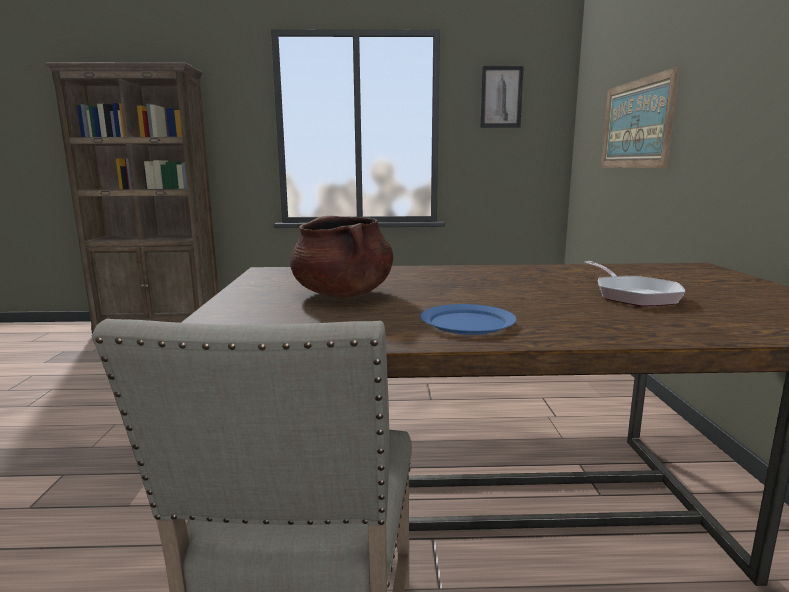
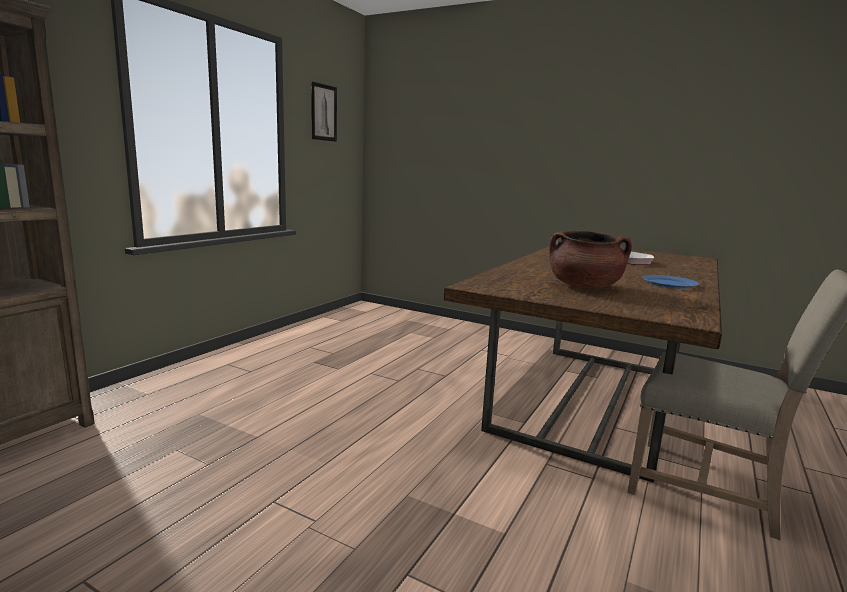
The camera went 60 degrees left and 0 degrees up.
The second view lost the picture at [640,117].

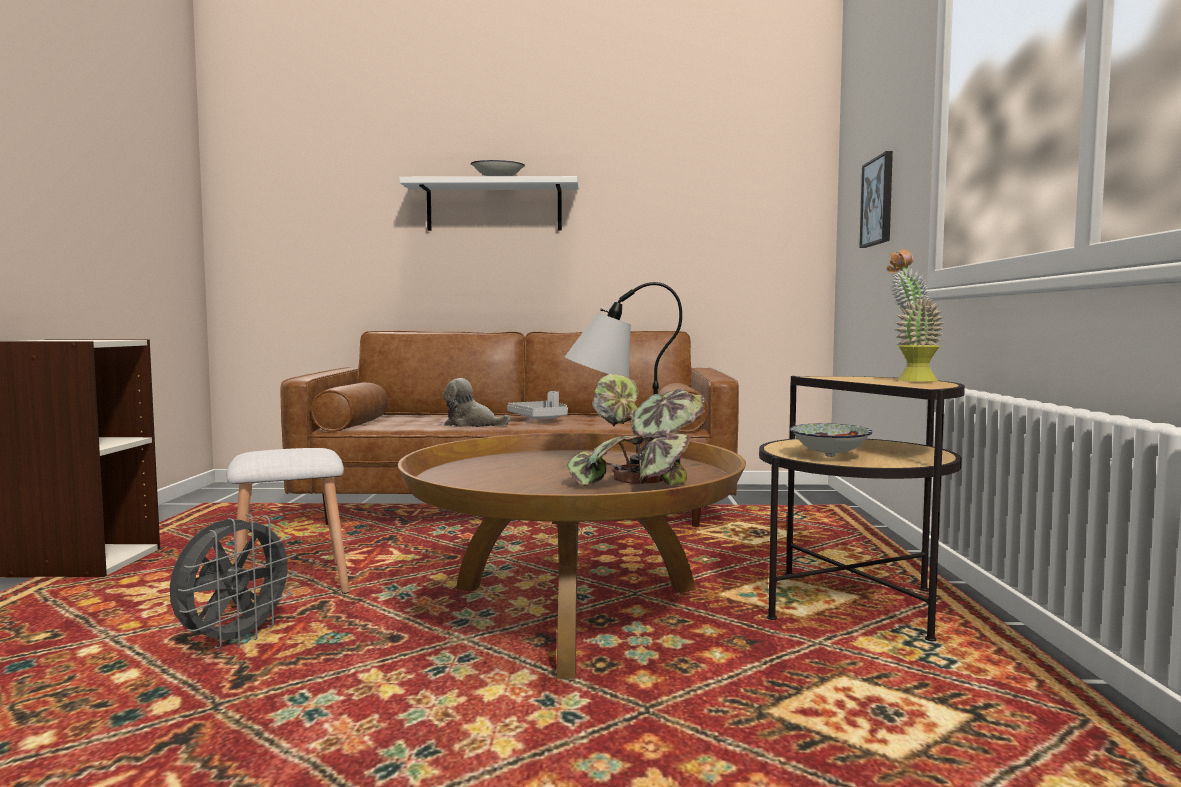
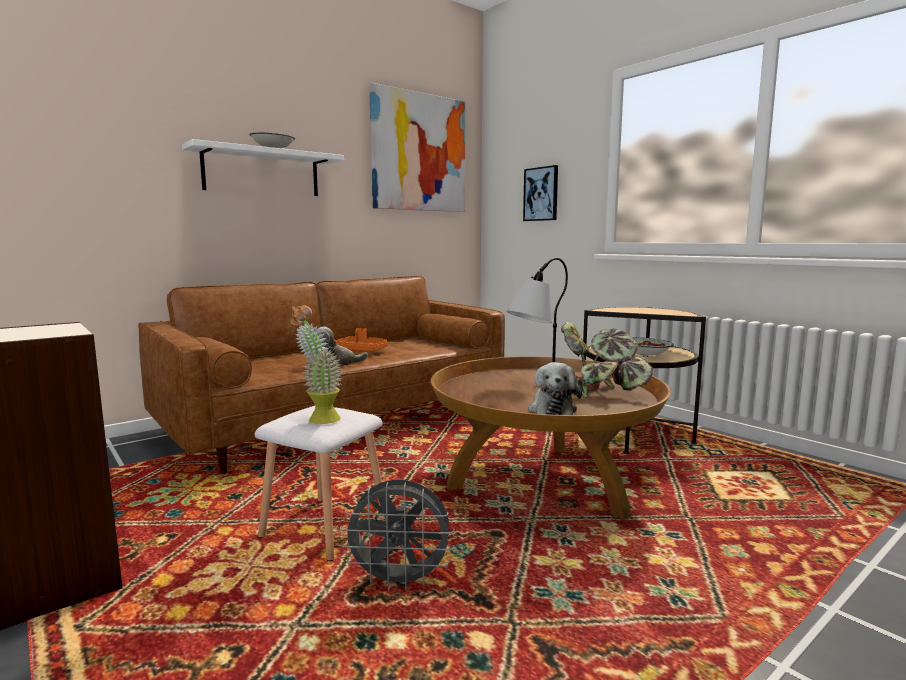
The camera went 40 degrees left and 5 degrees up.
The second view gained the picture at [417,147].
The second view gained the cuddly toy at [555,388].
The houseplant ended up elsewhere, having gone from [916,316] to [316,364].
What was the carrying tray (grey) at [537,405] turned into the carrying tray (orange) at [361,340].
The electric fan (grey) at [233,581] ended up facing another way, 105 degrees clockwise from before.

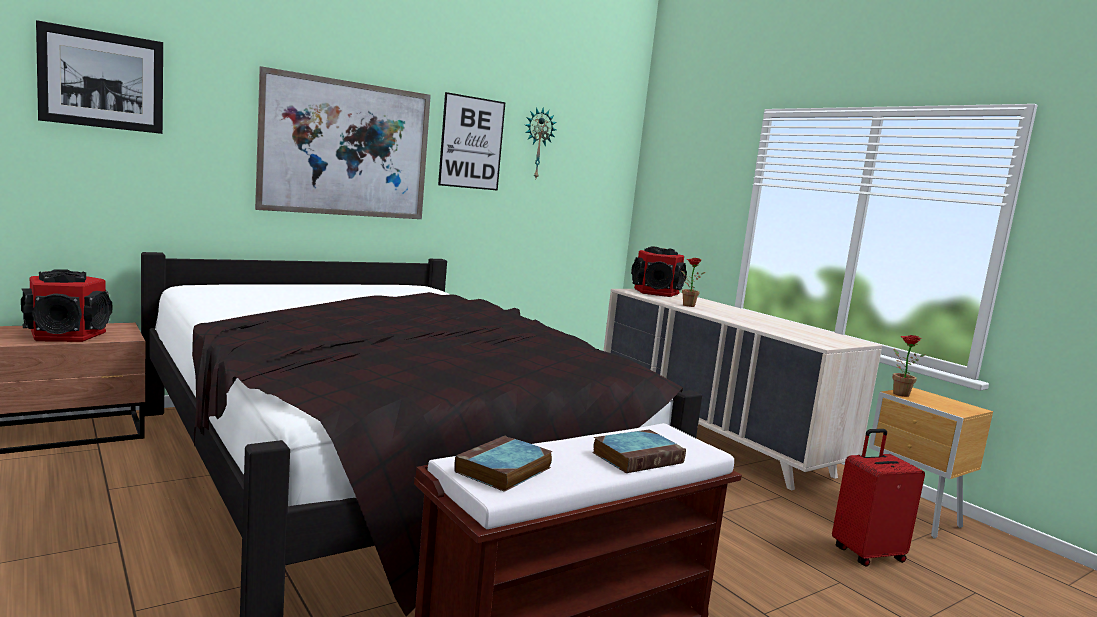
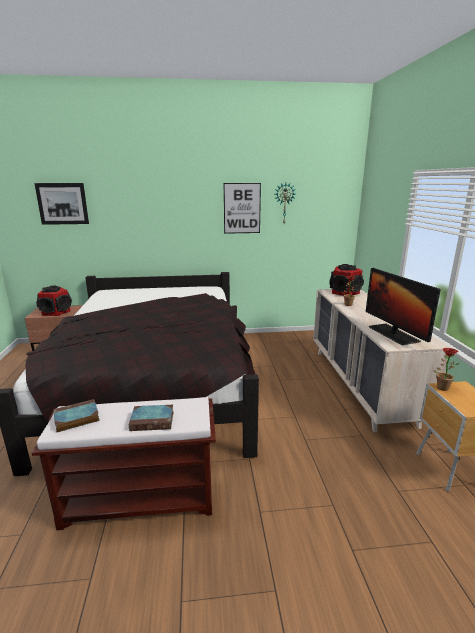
The camera went 30 degrees right and 10 degrees up.
The second view lost the picture at [343,142].
The second view lost the travel case (red) at [878,498].
The second view gained the computer screen at [403,306].

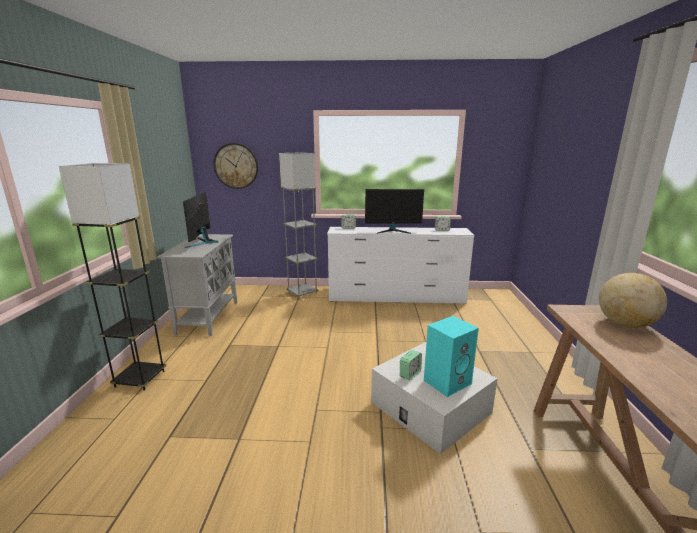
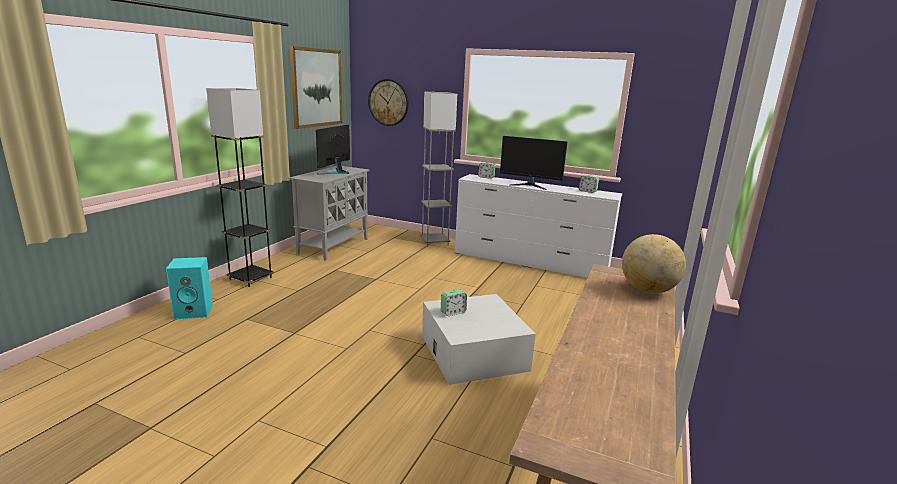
The camera went 20 degrees right and 0 degrees up.
The second view gained the picture at [316,87].
The loudspeaker (blue-green) ended up elsewhere, having gone from [451,356] to [189,288].

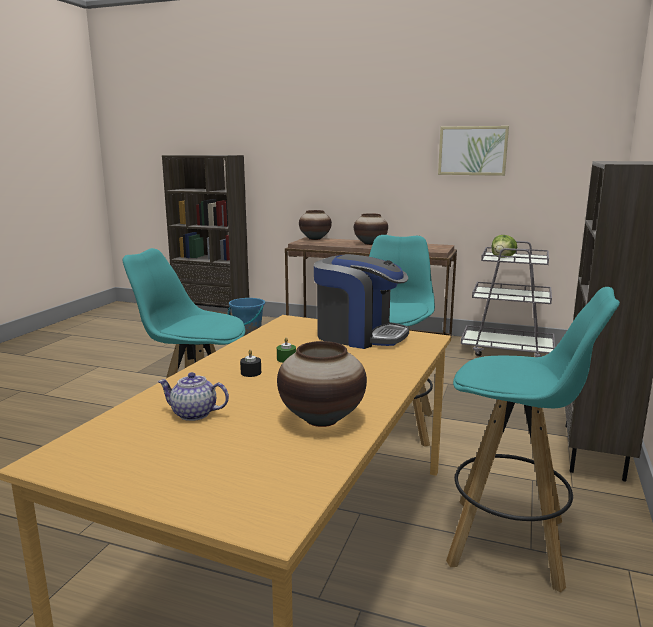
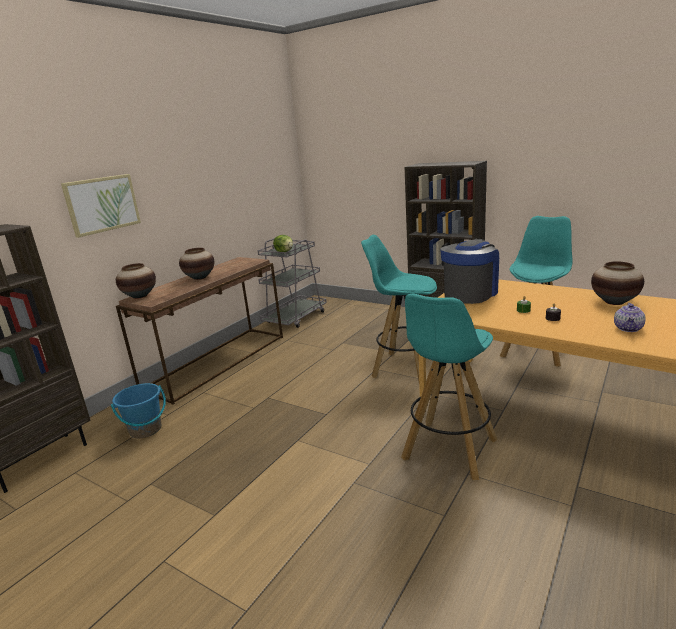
The camera went 75 degrees left and 5 degrees up.
The picture ended up elsewhere, having gone from [473,151] to [101,206].

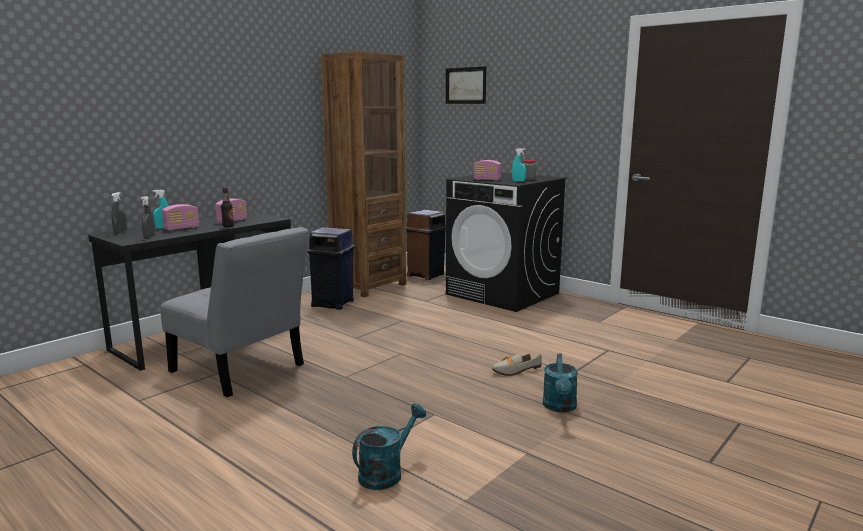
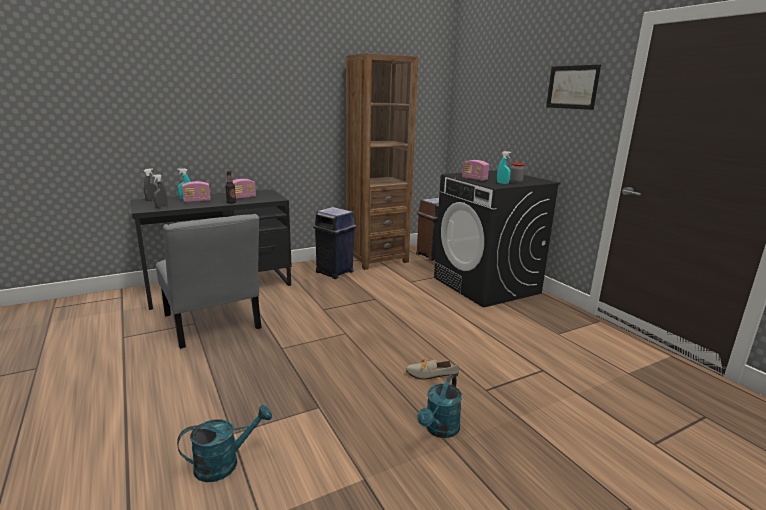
The camera went 20 degrees right and 5 degrees up.
The picture ended up elsewhere, having gone from [466,85] to [573,87].

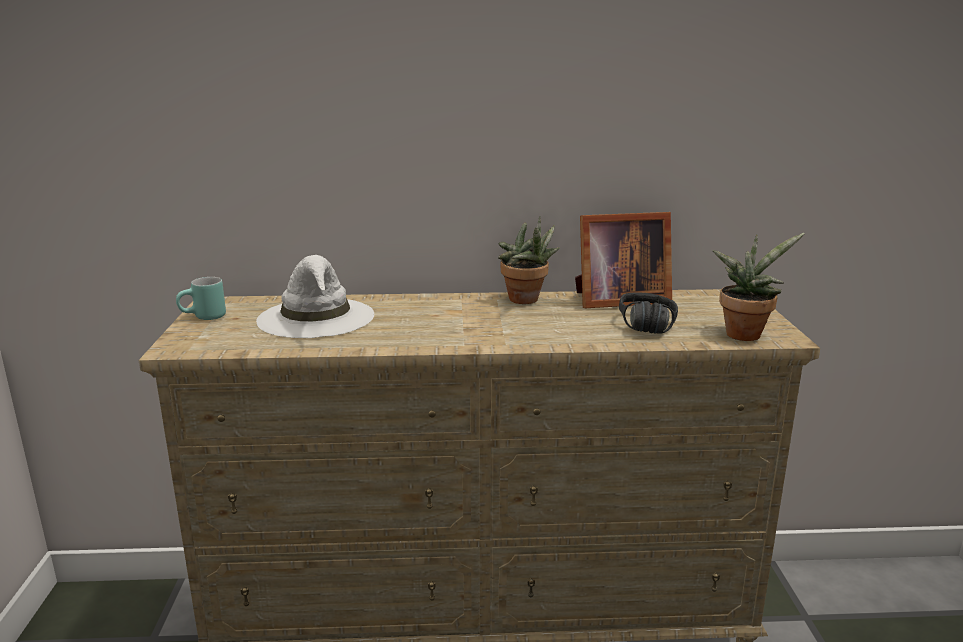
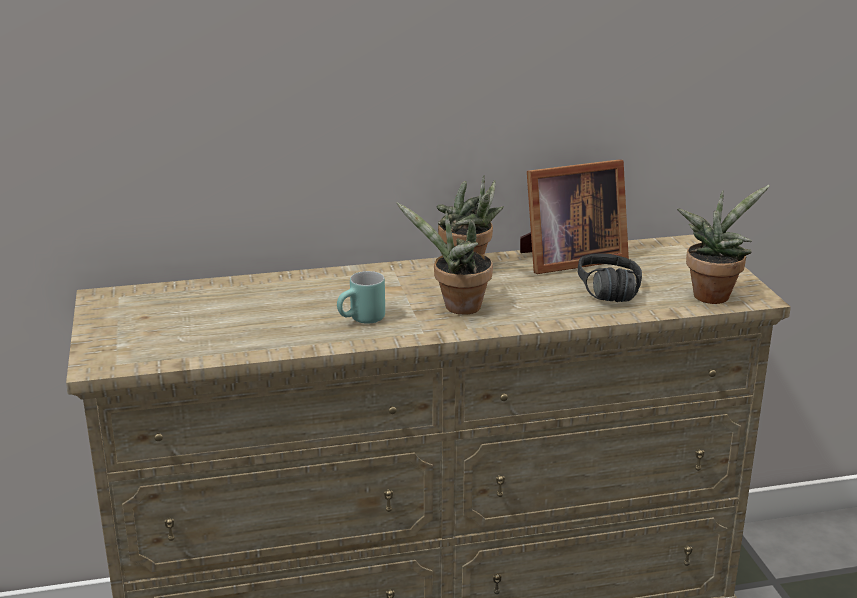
The camera went 10 degrees left and 5 degrees up.
The second view lost the clothing hat (whitish) at [315,296].
The second view gained the houseplant at [444,258].
The mug (blue-green) ended up elsewhere, having gone from [201,298] to [361,297].

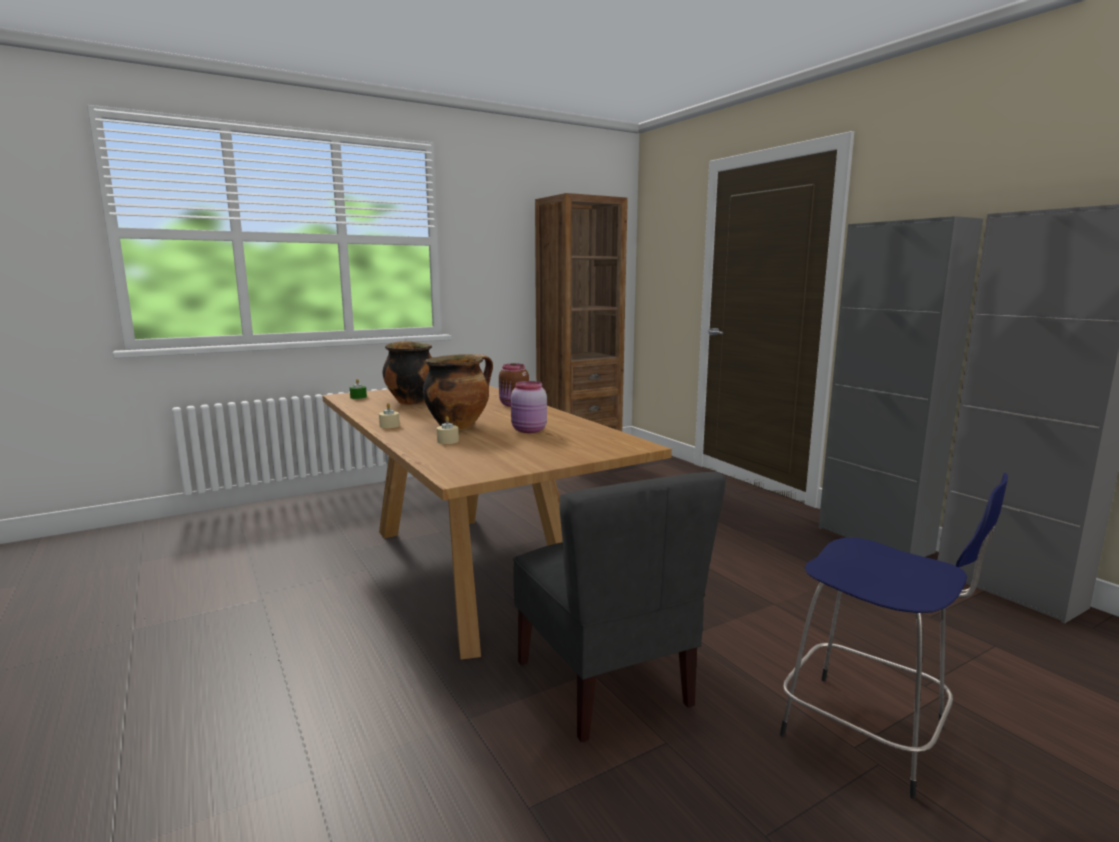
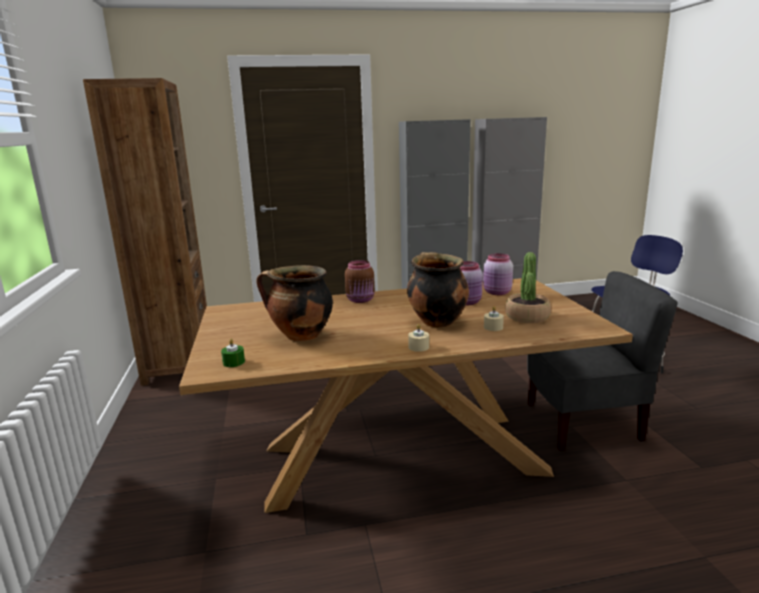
The camera went 70 degrees left and 5 degrees up.
The second view gained the preserve jar (pink) at [498,274].
The second view gained the houseplant at [528,287].

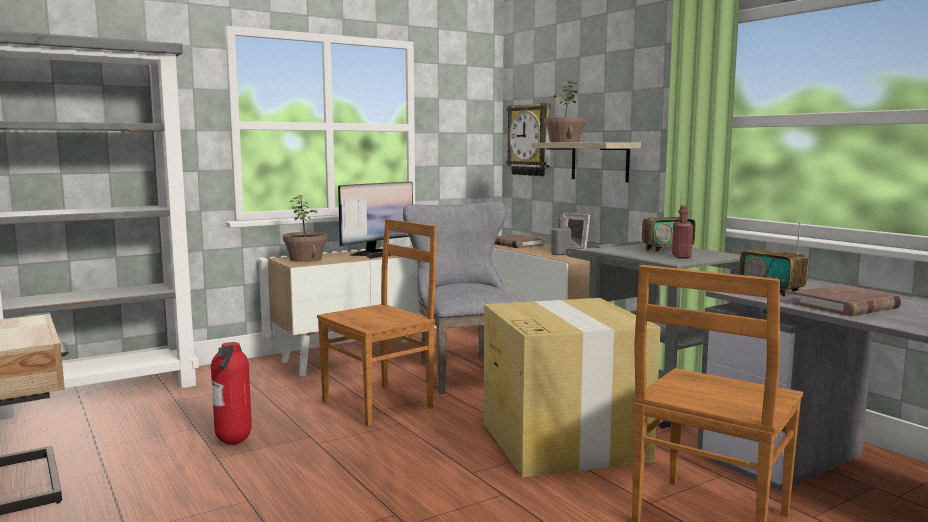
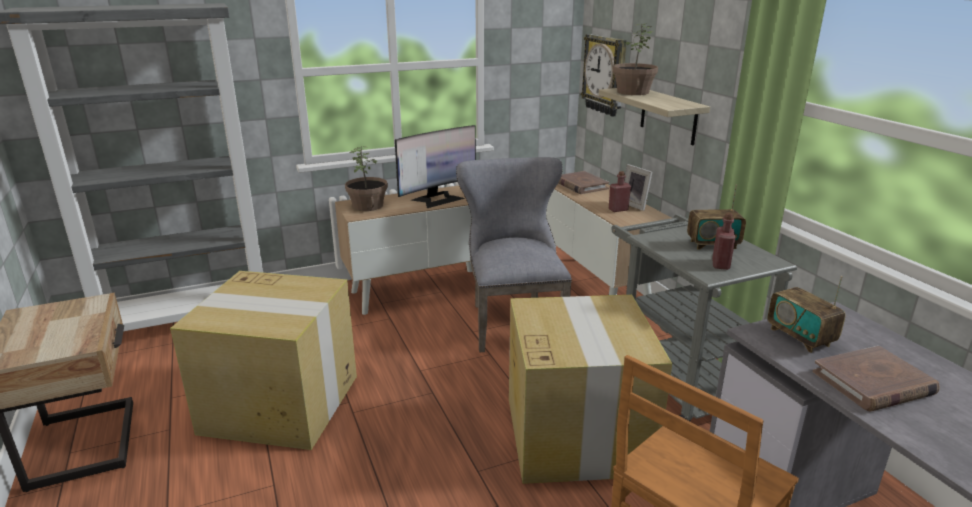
The camera went 10 degrees right and 15 degrees up.
The second view lost the upright chair (brown) at [377,323].
Where the extinguisher stood at [231,393], the cardboard box came to stand at [263,360].
What was the bottle (grey) at [561,235] turned into the bottle (red) at [620,191].

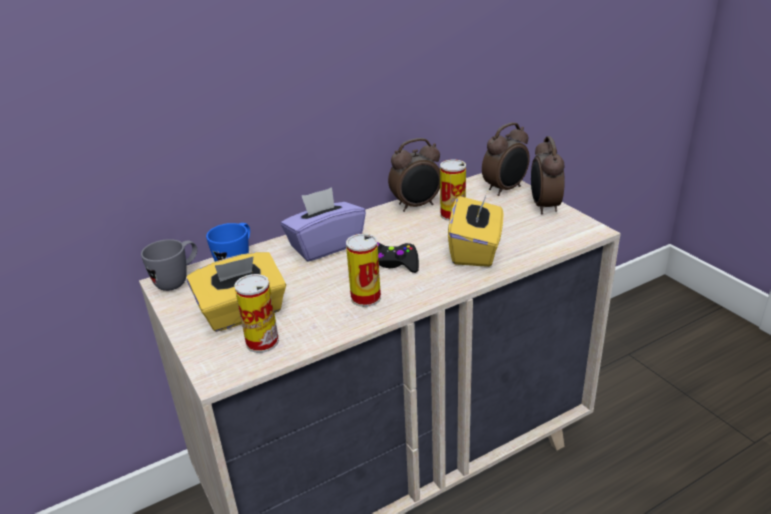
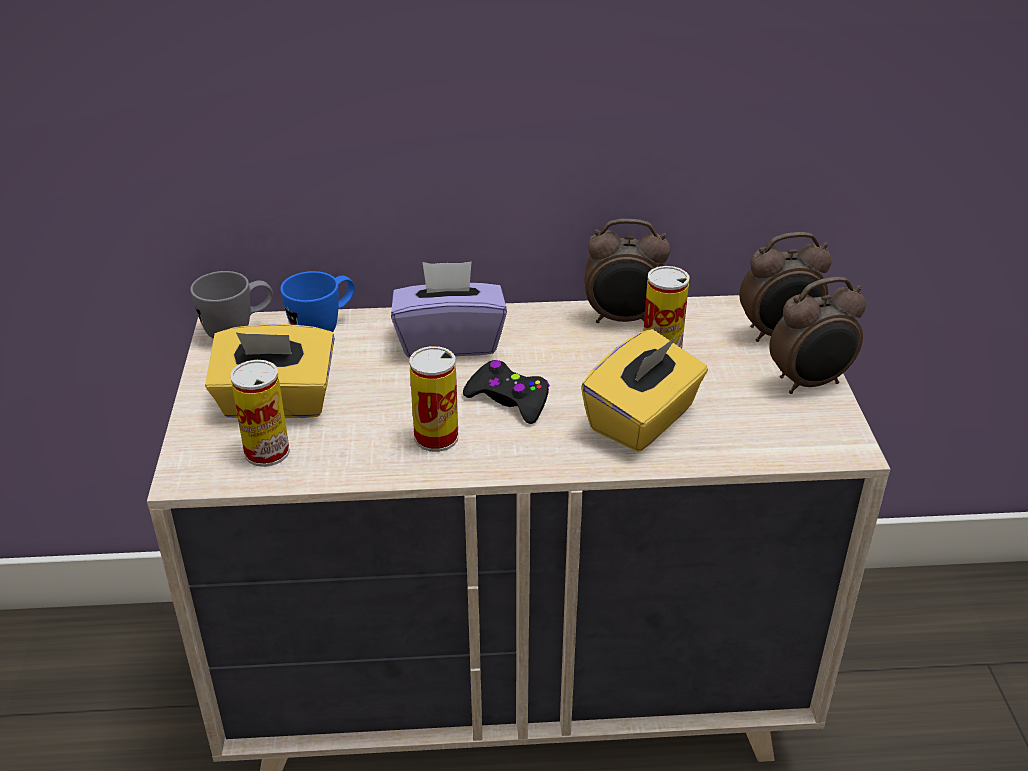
The camera went 25 degrees right and 5 degrees up.
The bedside clock at [548,175] ended up facing another way, 135 degrees counterclockwise from before.

